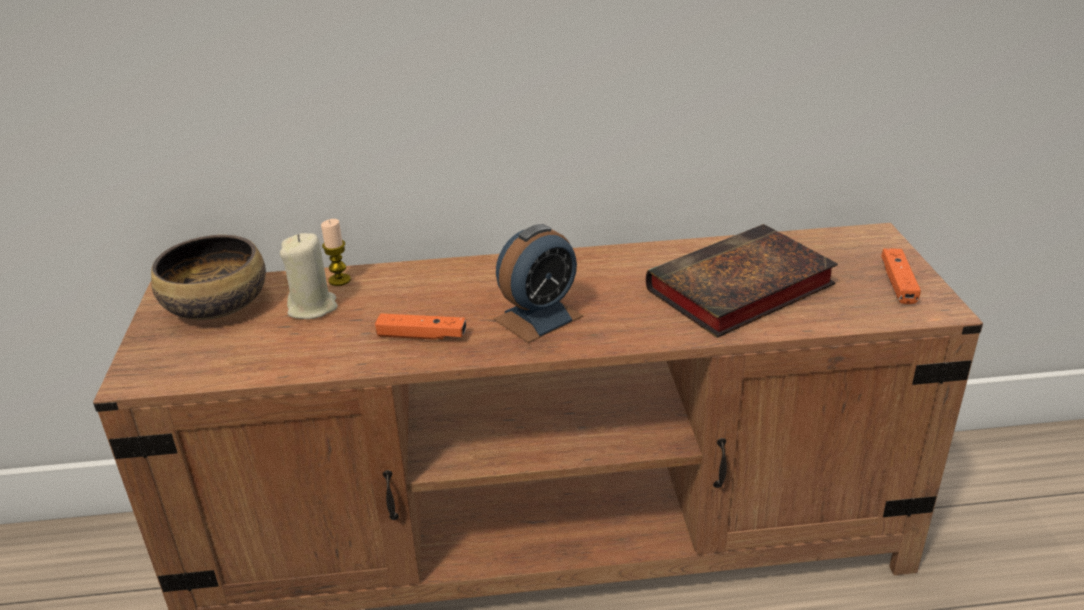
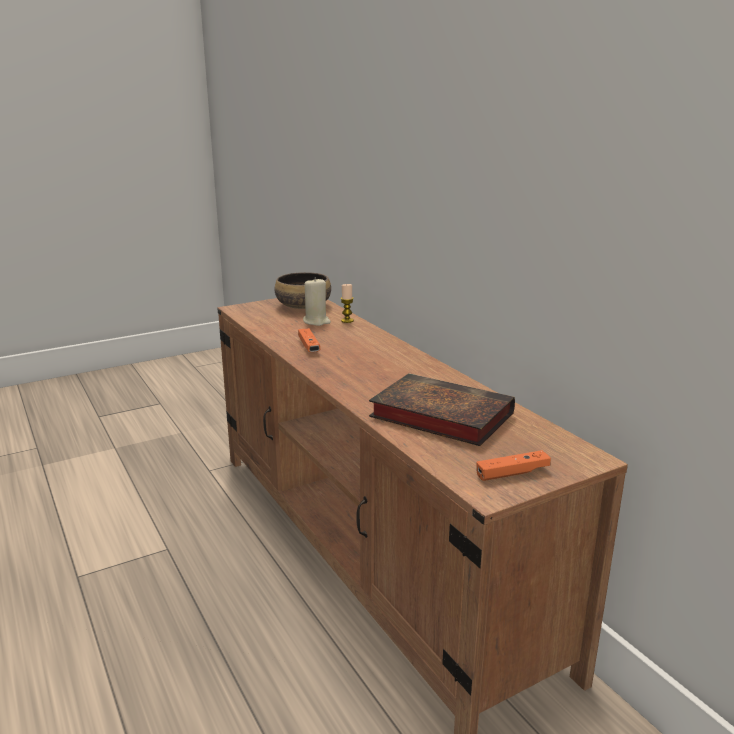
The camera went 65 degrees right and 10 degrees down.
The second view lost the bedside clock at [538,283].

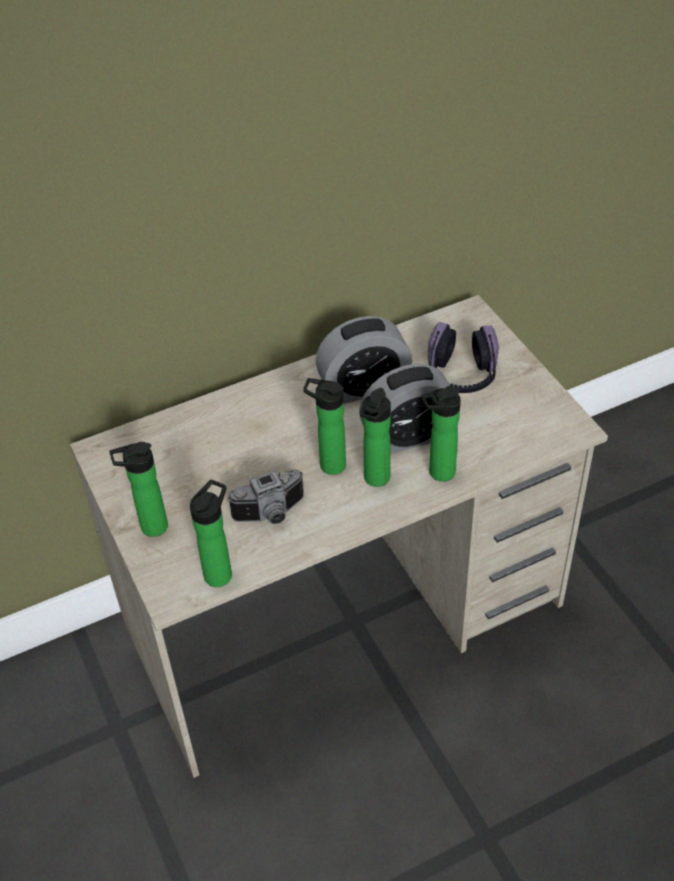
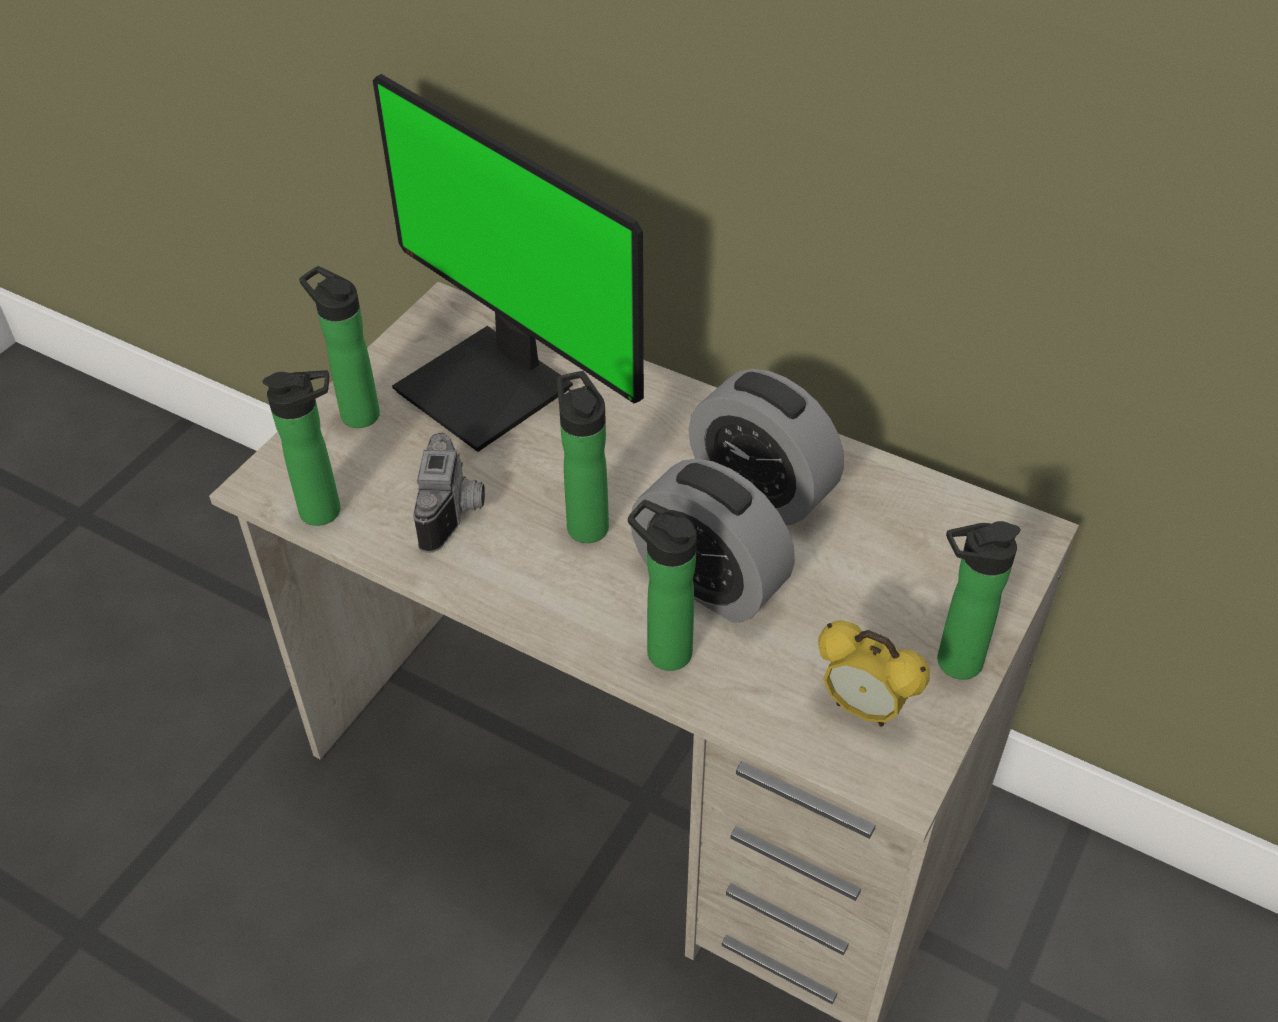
The camera went 55 degrees right and 0 degrees up.
The second view lost the pair of headphones at [463,357].
The second view gained the computer screen at [508,263].
The second view gained the bedside clock at [874,673].
The bottle ended up elsewhere, having gone from [375,437] to [978,600].
The still camera at [265,497] ended up facing another way, 120 degrees counterclockwise from before.

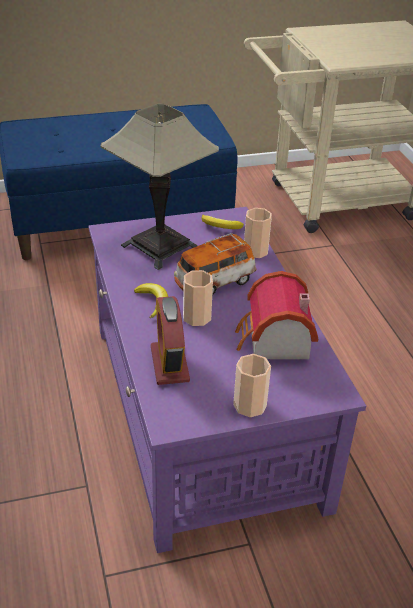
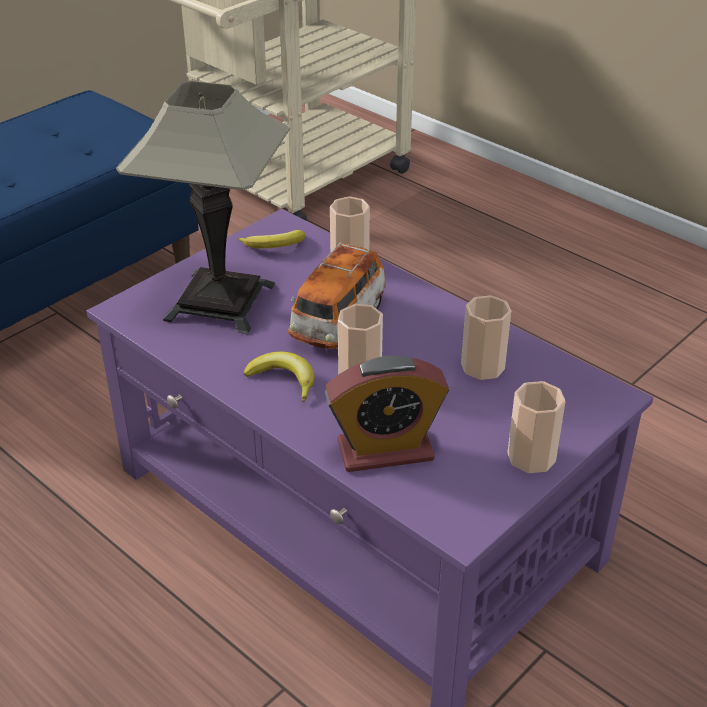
The camera went 30 degrees left and 0 degrees up.
Where the miniature house stood at [276,315], the cup came to stand at [486,337].
The bedside clock at [170,340] ended up facing another way, 60 degrees counterclockwise from before.

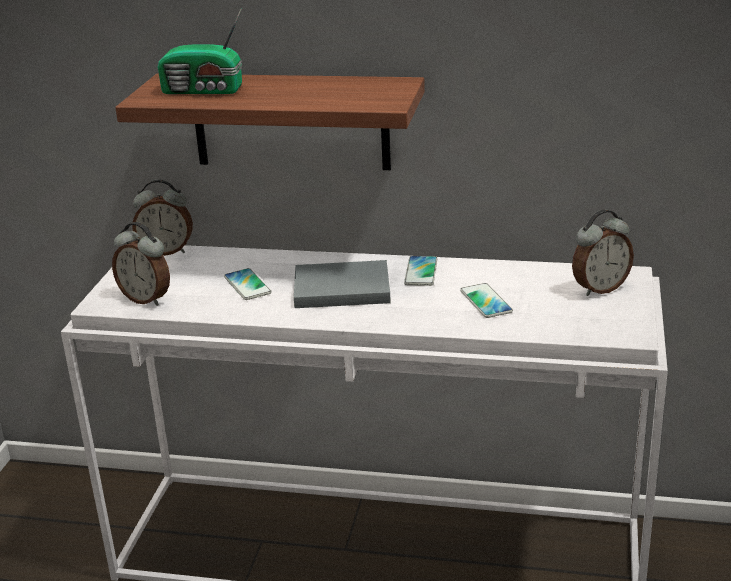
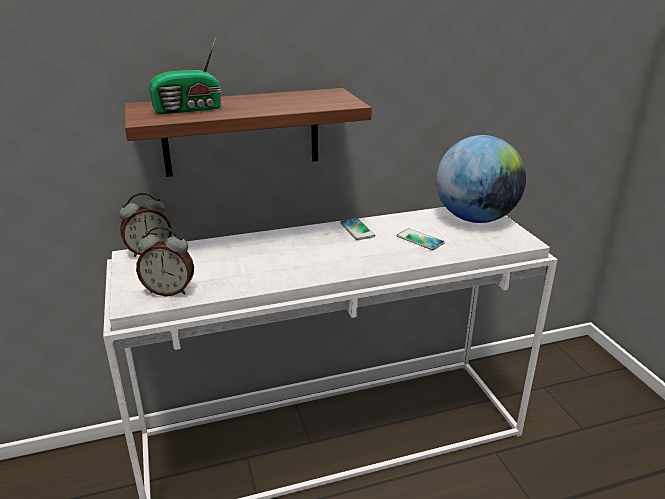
The camera went 30 degrees left and 0 degrees up.
The second view lost the telephone at [247,284].
The second view lost the volume (grey) at [342,284].
Where the bedside clock stood at [603,253], the world globe came to stand at [481,179].

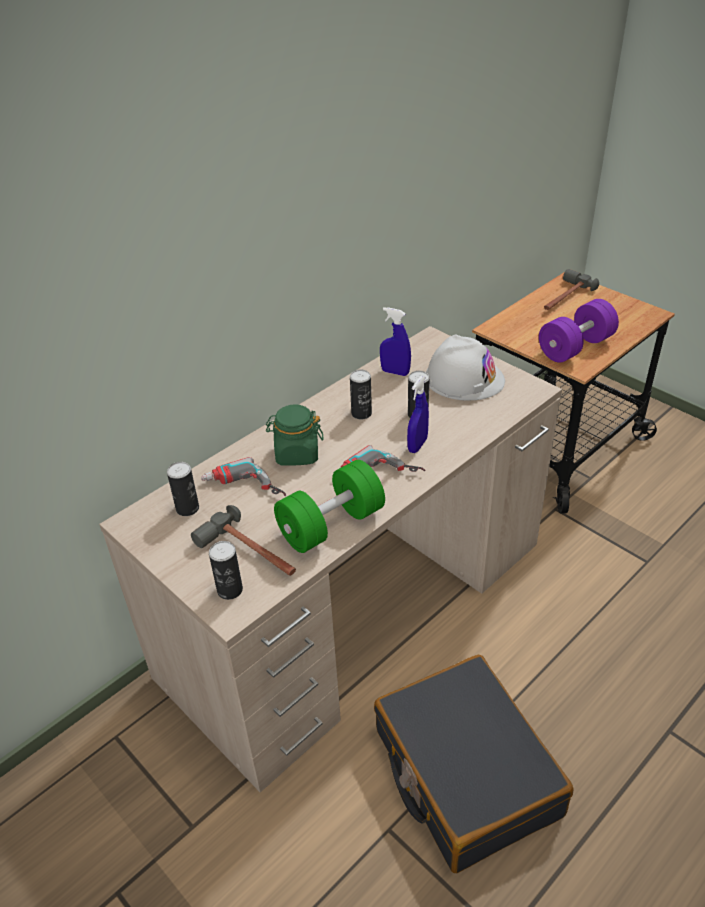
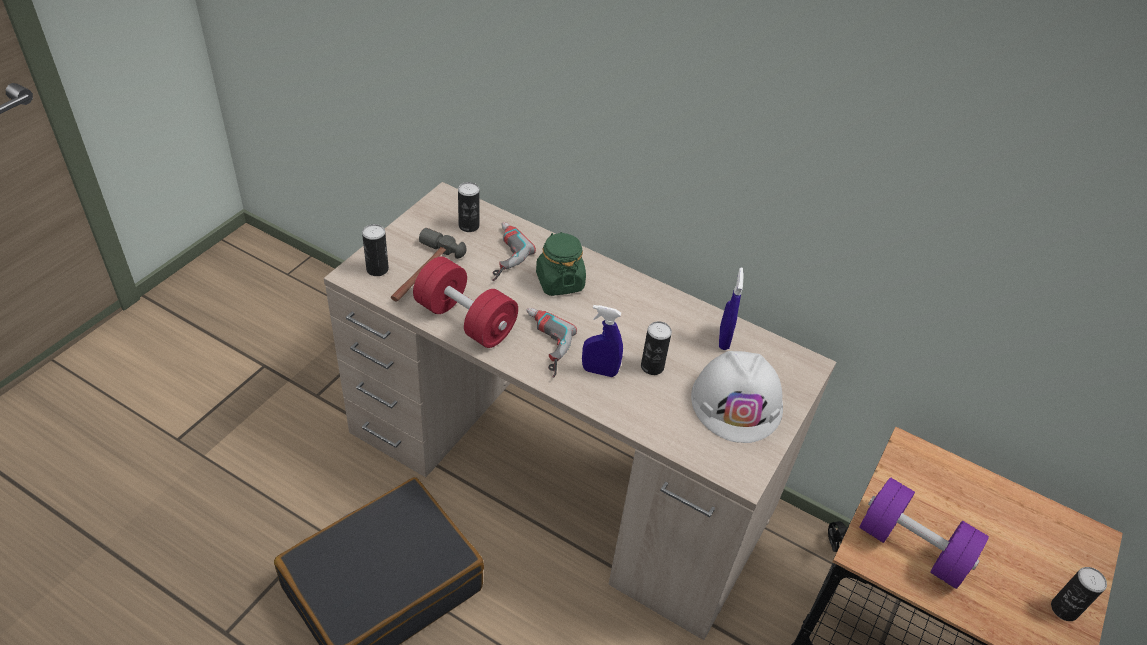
The camera went 70 degrees right and 5 degrees up.
The second view lost the tool hammer at [571,289].
The metal can ended up elsewhere, having gone from [361,394] to [1079,594].
What was the hand weight (green) at [329,506] turned into the hand weight (red) at [465,302].

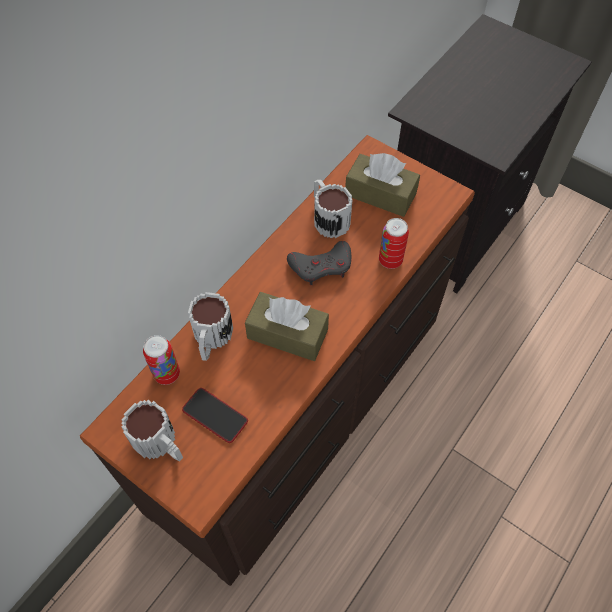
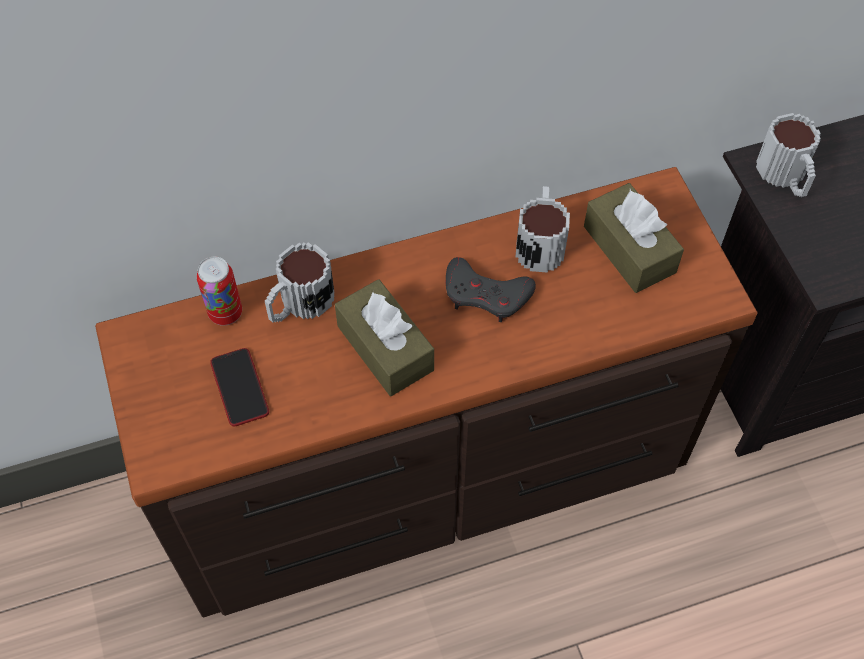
The camera went 35 degrees right and 0 degrees up.
The second view lost the metal can at [394,243].
The mug ended up elsewhere, having gone from [152,431] to [788,155].

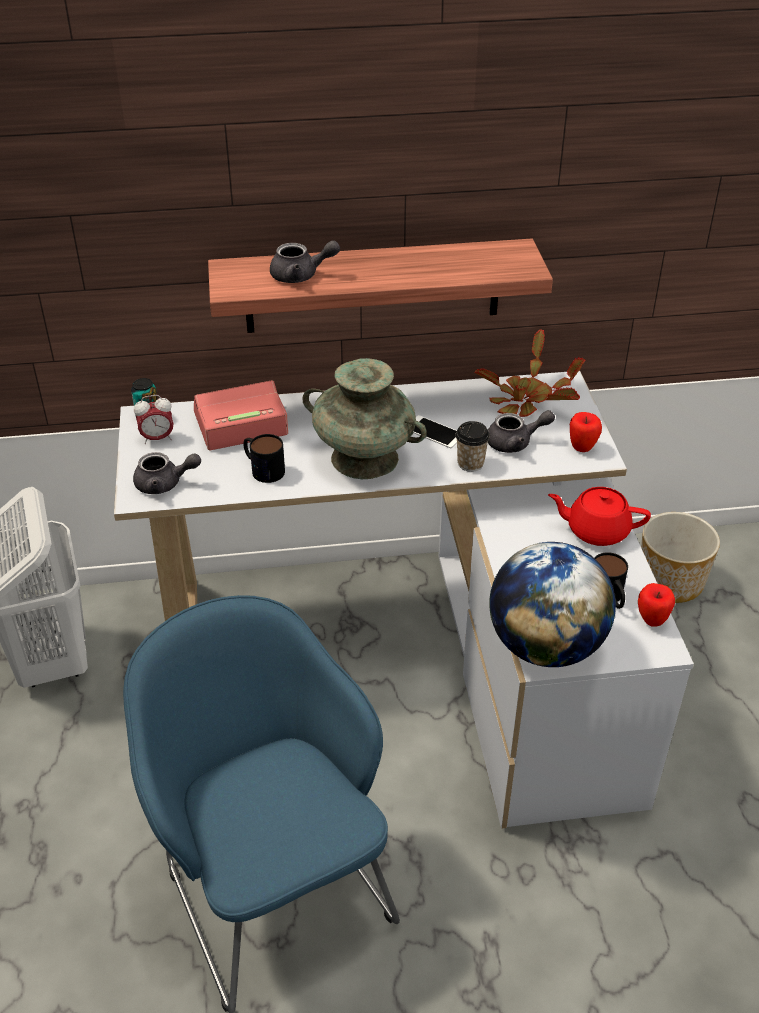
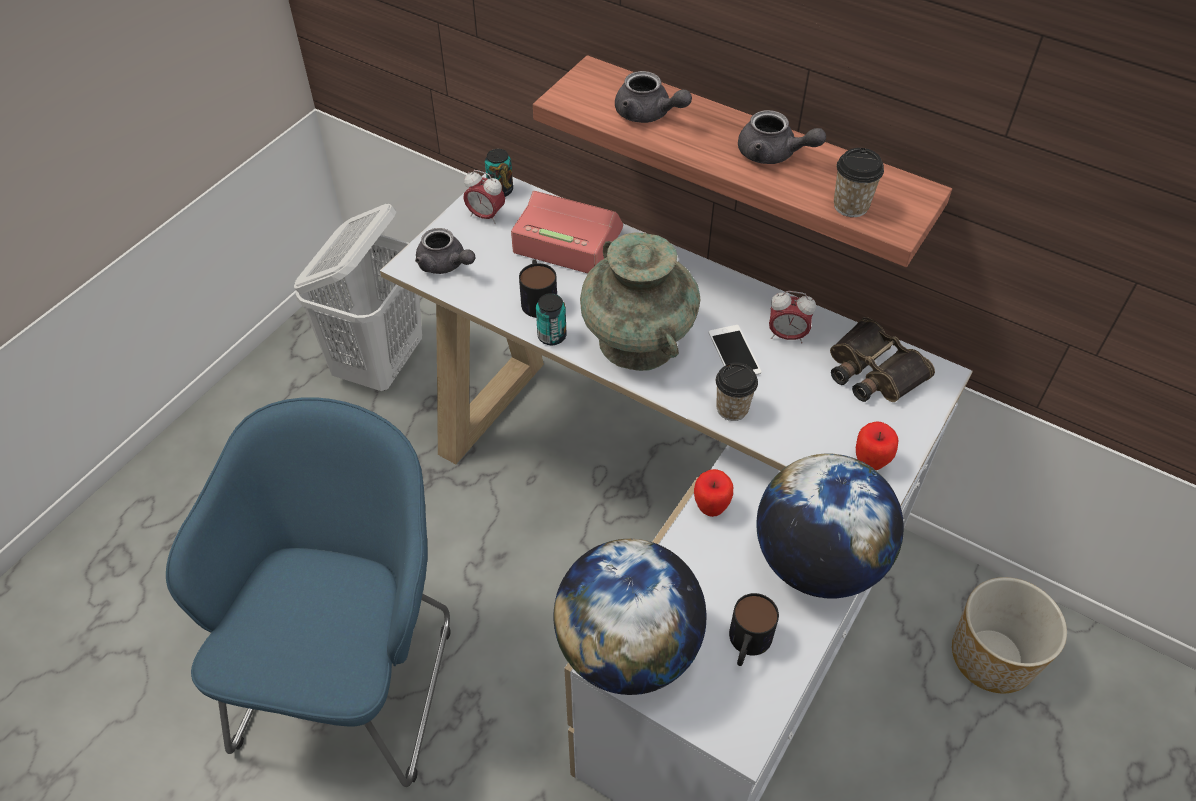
The camera went 40 degrees right and 10 degrees up.
The second view gained the metal can at [551,319].
The second view gained the bedside clock at [792,317].
The second view gained the cup at [859,182].
The pot for tea (grey) ended up elsewhere, having gone from [521,431] to [782,137].
The whole apple ended up elsewhere, having gone from [656,604] to [713,493].
Where the houseplant stood at [530,373], the pair of binoculars came to stand at [882,359].
Where the pot for tea (red) stood at [599,516], the world globe came to stand at [830,526].

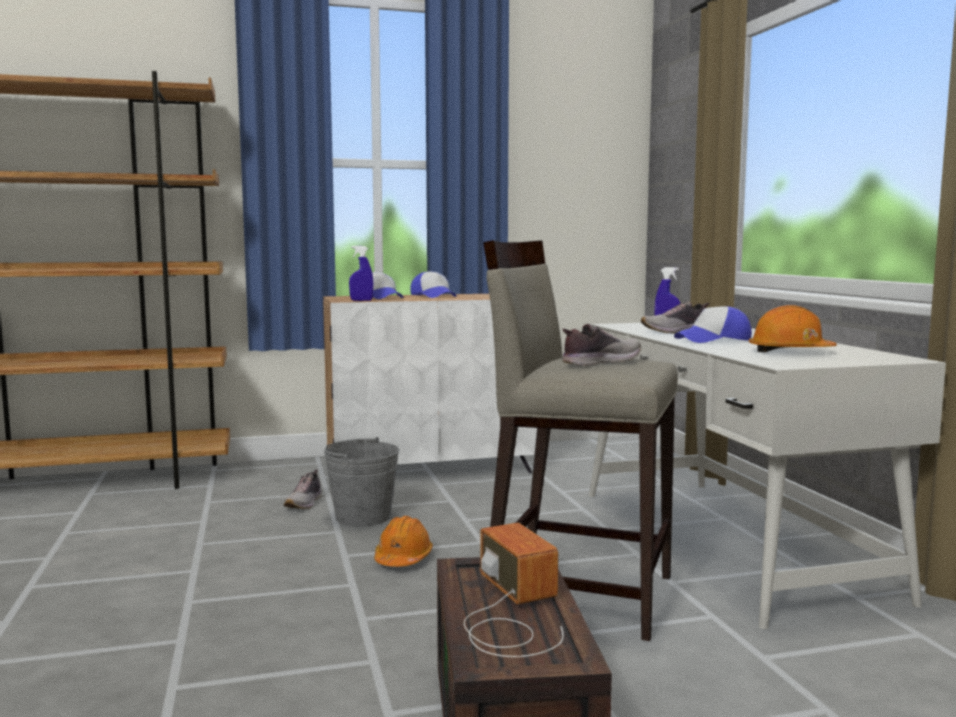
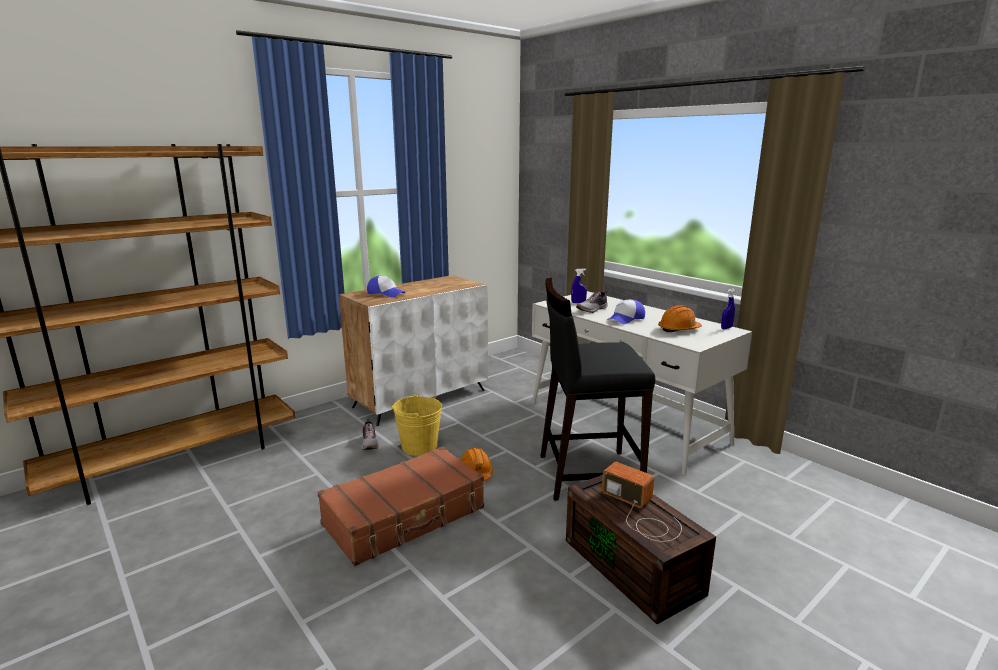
The camera went 25 degrees left and 10 degrees up.
The second view lost the baseball cap at [433,284].
The second view lost the low shoe at [601,345].
The second view gained the travel case (brown) at [400,506].
The spray bottle (bluish) ended up elsewhere, having gone from [361,273] to [728,309].
What was the water bucket (grey) at [361,481] turned into the water bucket (yellowish) at [417,425].
What was the sitting stool (beige-coloured) at [580,440] turned into the sitting stool (black) at [598,389].

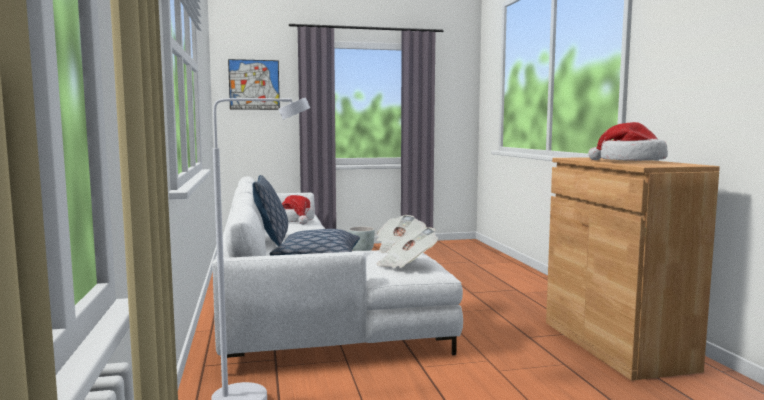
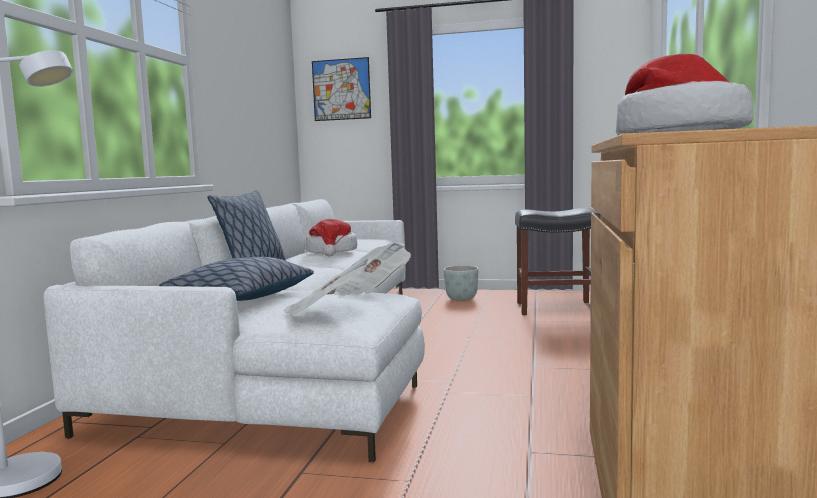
The camera went 25 degrees right and 0 degrees up.
The second view gained the sitting stool (black) at [557,261].

